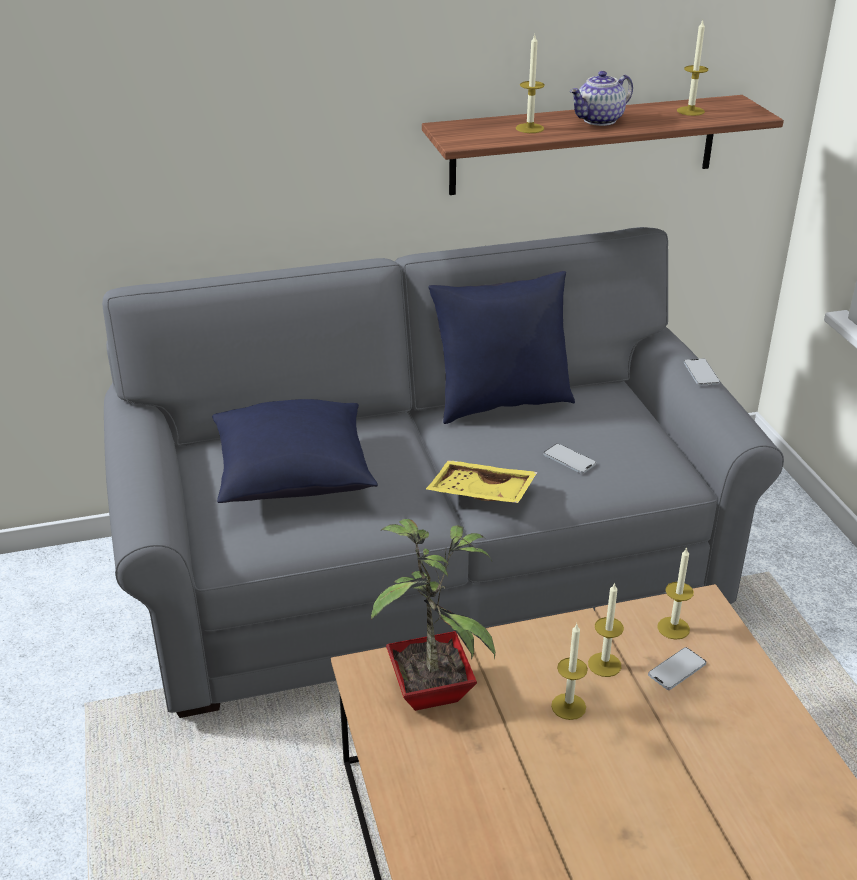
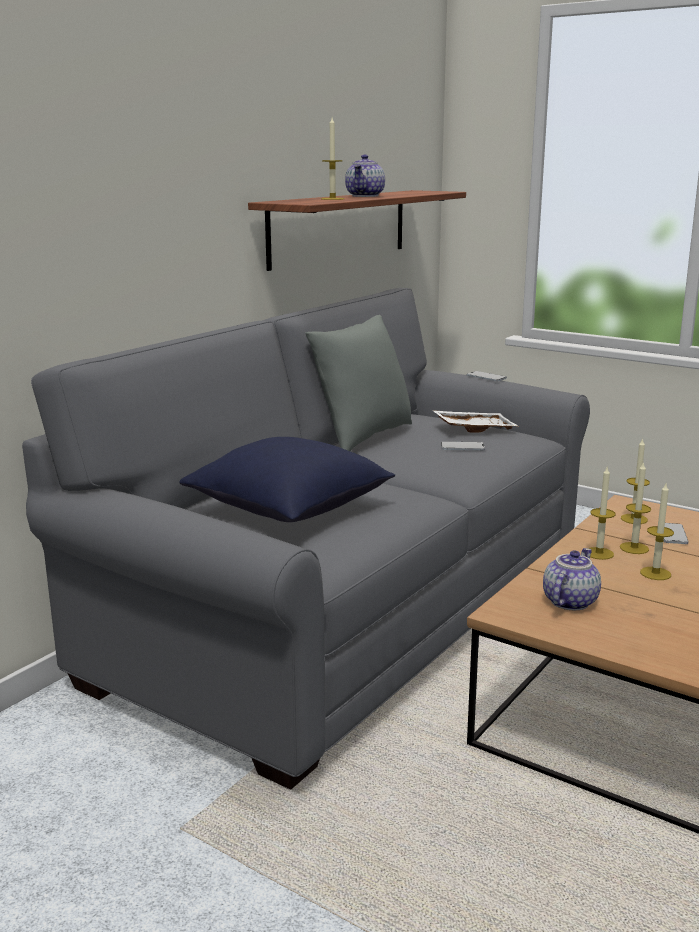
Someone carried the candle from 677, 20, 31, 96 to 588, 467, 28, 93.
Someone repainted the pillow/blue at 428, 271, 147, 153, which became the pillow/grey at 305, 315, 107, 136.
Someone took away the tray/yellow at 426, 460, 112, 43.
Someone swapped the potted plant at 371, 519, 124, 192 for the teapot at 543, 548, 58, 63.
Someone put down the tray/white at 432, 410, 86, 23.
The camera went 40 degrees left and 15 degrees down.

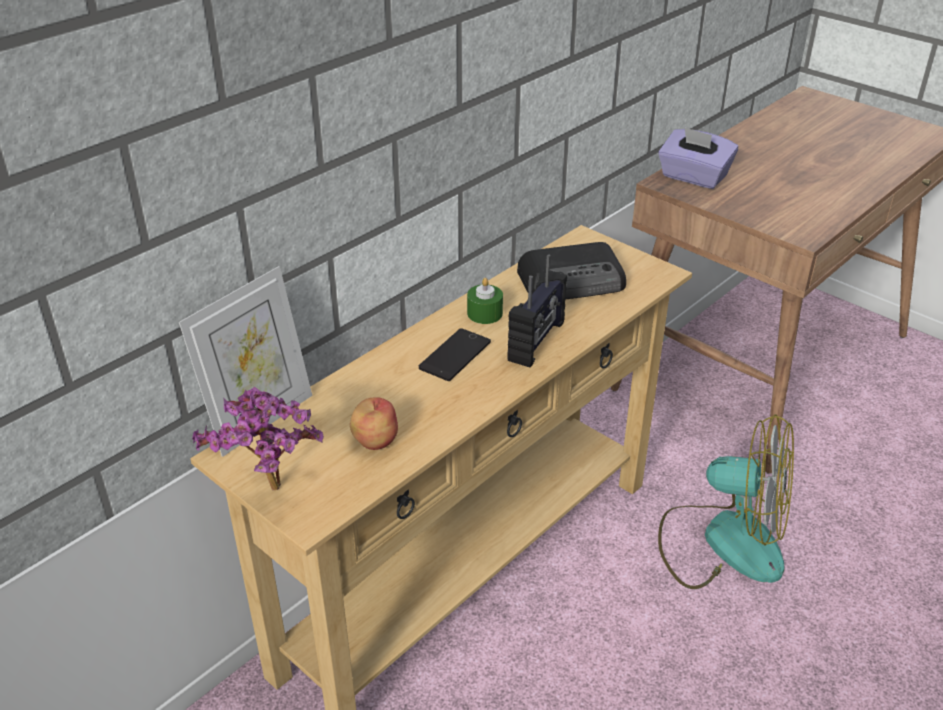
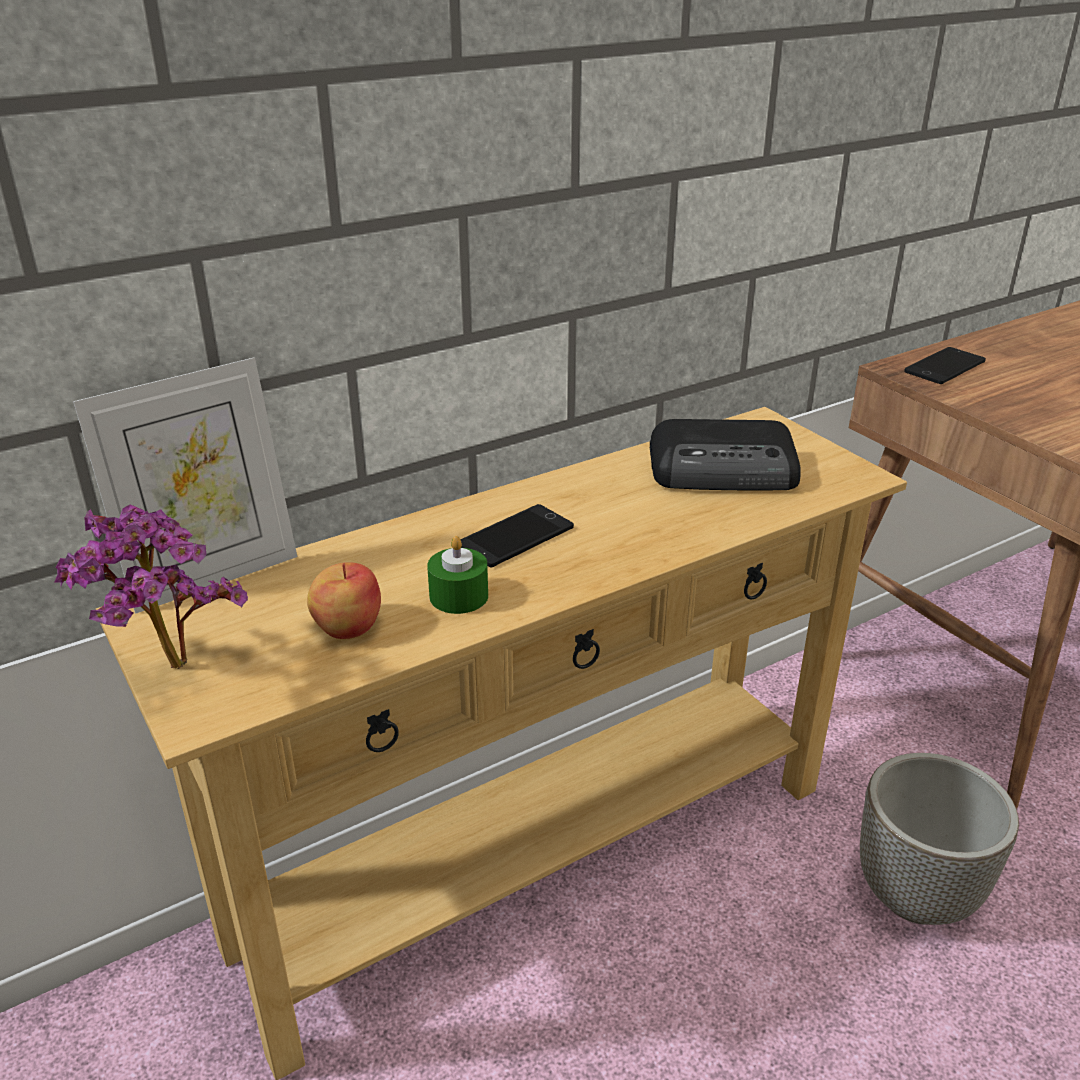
Someone swapped the tissue box/purple at 658, 127, 80, 62 for the phone at 904, 347, 82, 37.
Someone took away the radio at 507, 254, 60, 113.
Someone carried the candle/green from 467, 278, 36, 46 to 427, 536, 61, 78.
Someone swapped the fan at 658, 414, 136, 175 for the planter at 860, 753, 159, 172.
The camera went 15 degrees right and 5 degrees down.

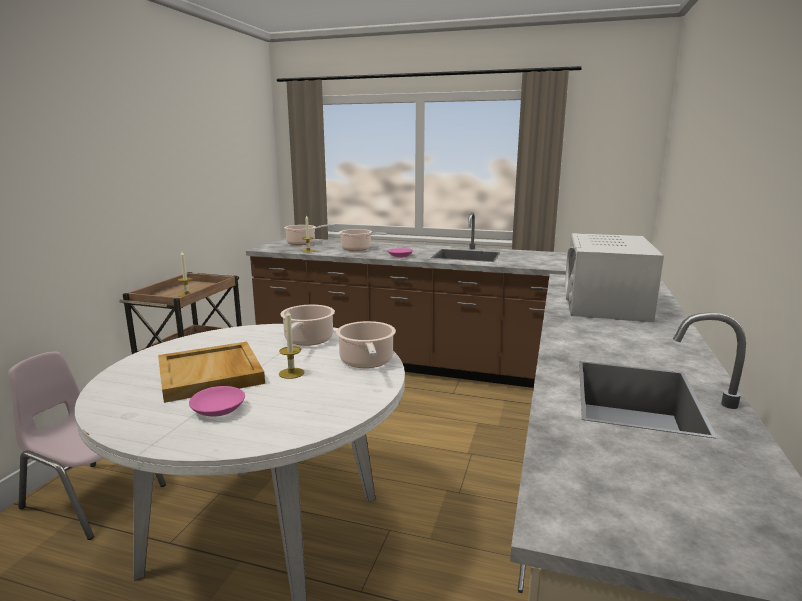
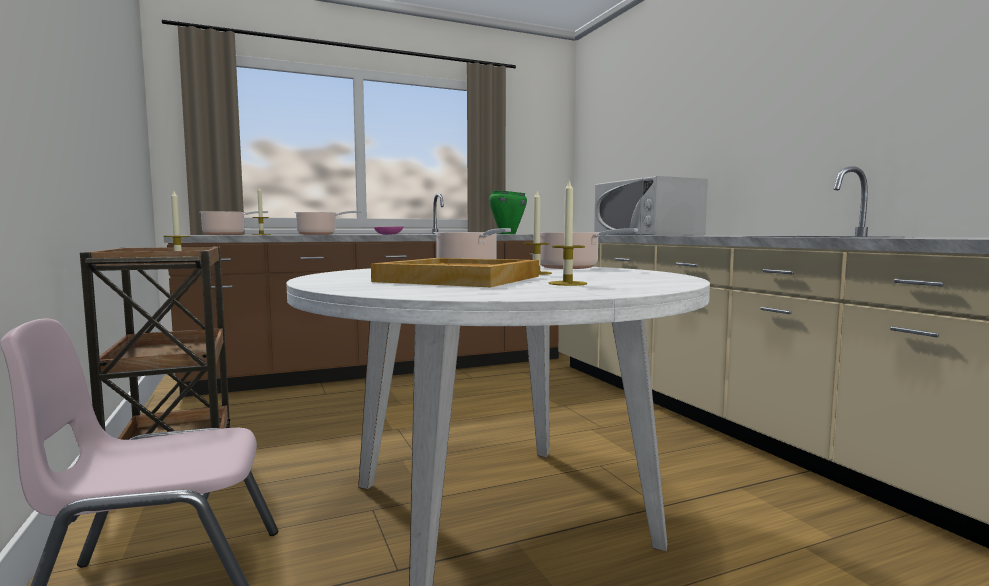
Someone swapped the bowl/pink at 189, 386, 56, 30 for the candle at 549, 179, 38, 107.
Someone put down the cooking pot/green at 489, 191, 38, 43.
The camera went 40 degrees left and 10 degrees down.

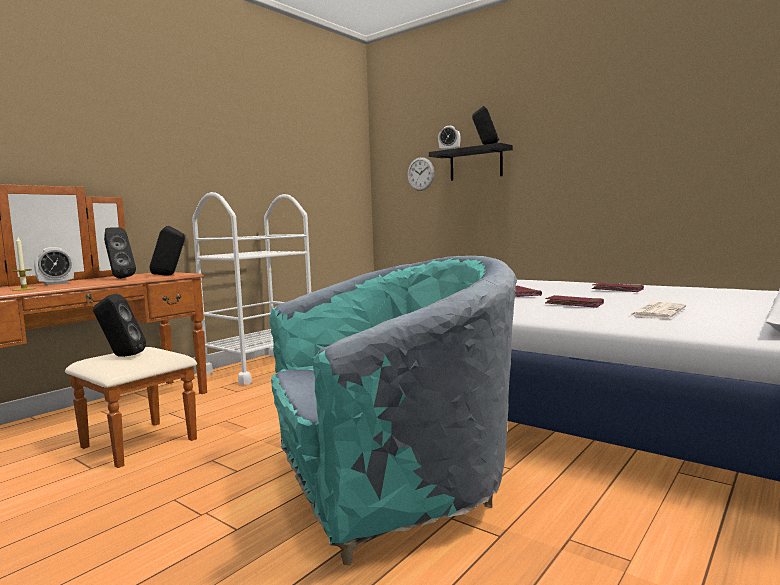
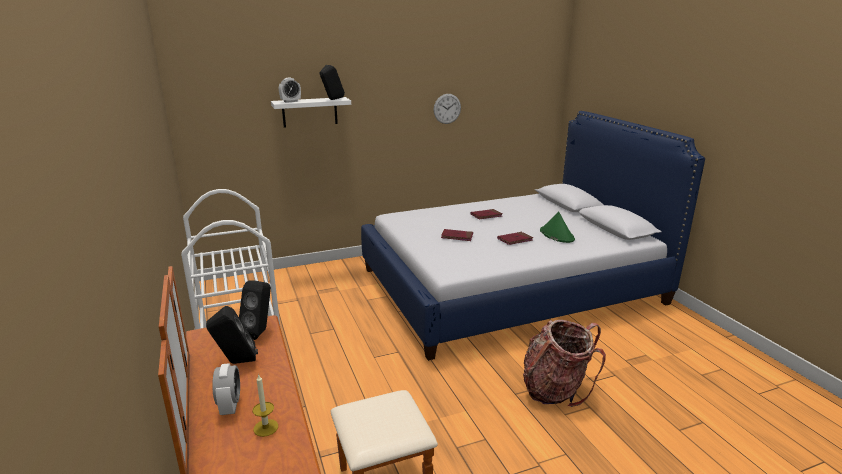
Someone repainted the shelf/black at 429, 143, 84, 38, which became the shelf/white at 271, 97, 80, 31.
Someone carried the wall clock from 407, 157, 27, 34 to 434, 94, 27, 30.
Someone swapped the armchair/turquoise at 269, 256, 248, 310 for the backpack at 523, 320, 83, 87.
Someone took away the speaker/black at 93, 294, 53, 63.
Someone swapped the newspaper at 629, 302, 57, 17 for the hat/green at 540, 211, 35, 32.
The camera went 60 degrees left and 15 degrees up.

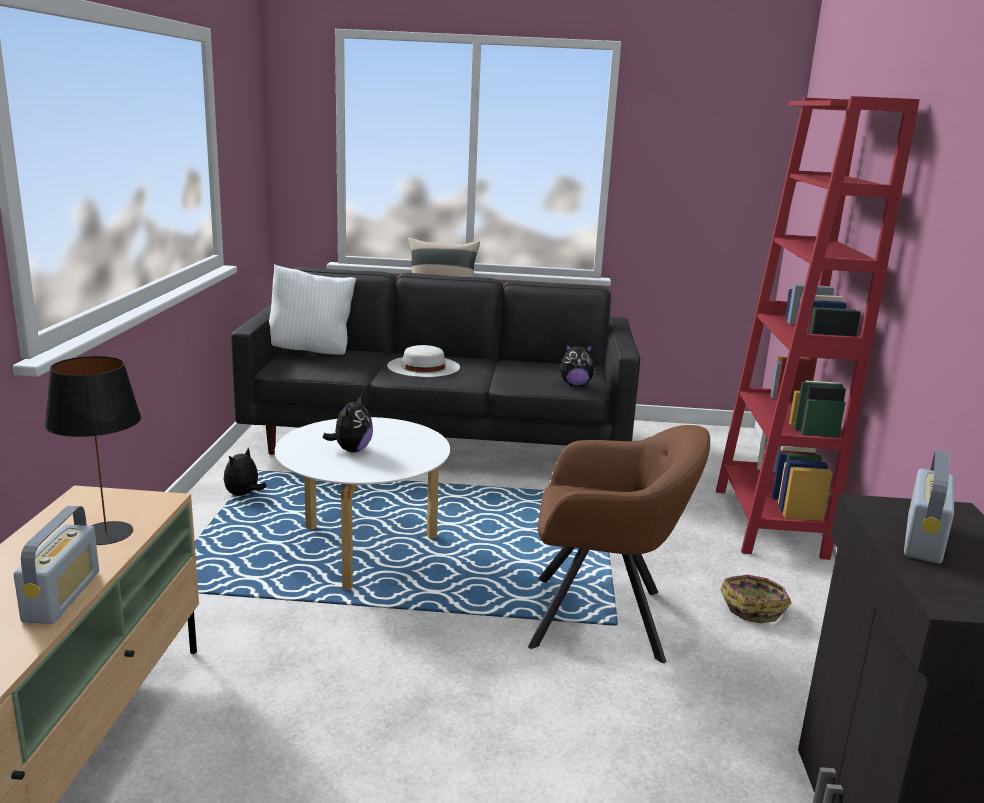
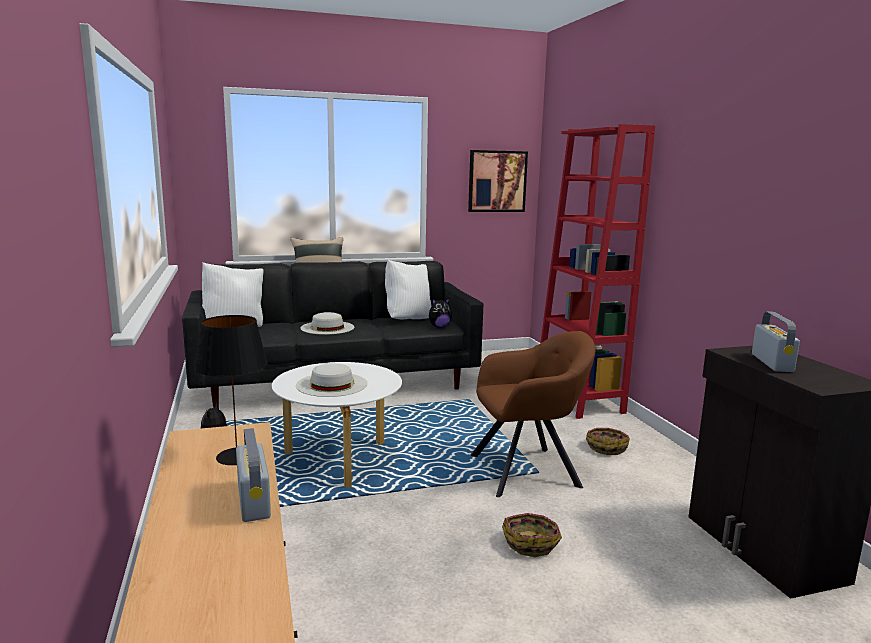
Someone swapped the plush toy at 322, 395, 51, 58 for the hat/white at 296, 363, 72, 34.
Someone put up the picture at 468, 150, 60, 62.
Someone put down the pillow/white at 385, 260, 46, 59.
Someone put down the basket at 502, 513, 60, 44.
The camera went 20 degrees left and 5 degrees down.

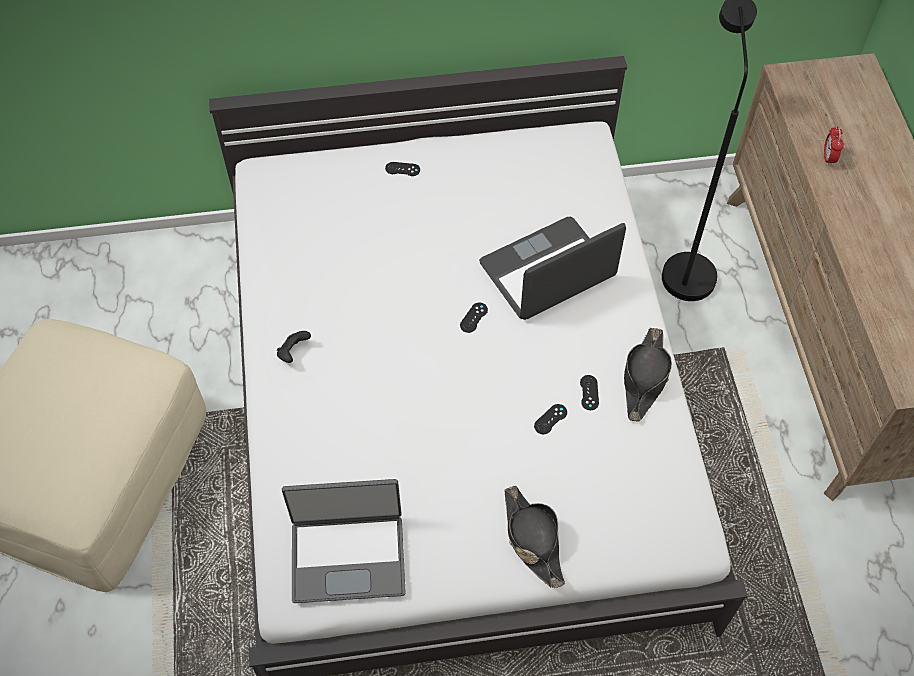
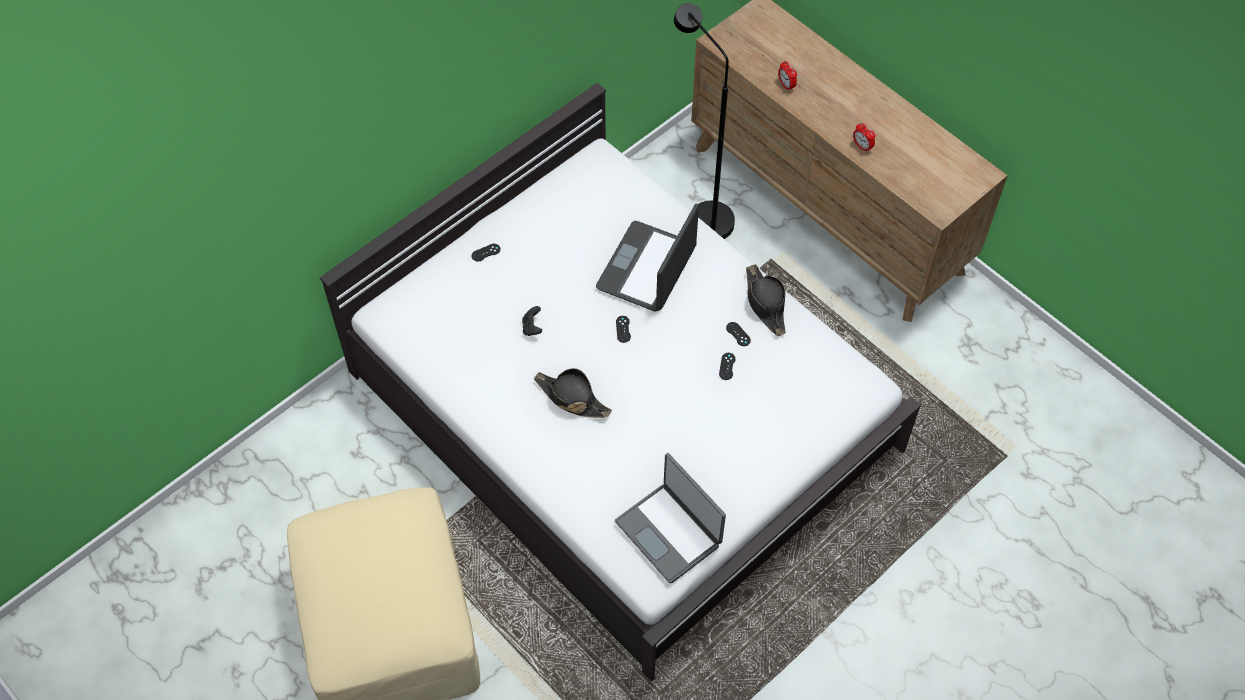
Someone carried the game controller/black from 277, 331, 34, 32 to 522, 306, 20, 30.
Someone rotated the laptop at 282, 479, 124, 124 by 90 degrees clockwise.
Someone carried the hat/black from 504, 486, 61, 102 to 534, 368, 78, 50.
Someone put down the alarm clock at 853, 123, 22, 30.
The camera went 35 degrees left and 0 degrees up.

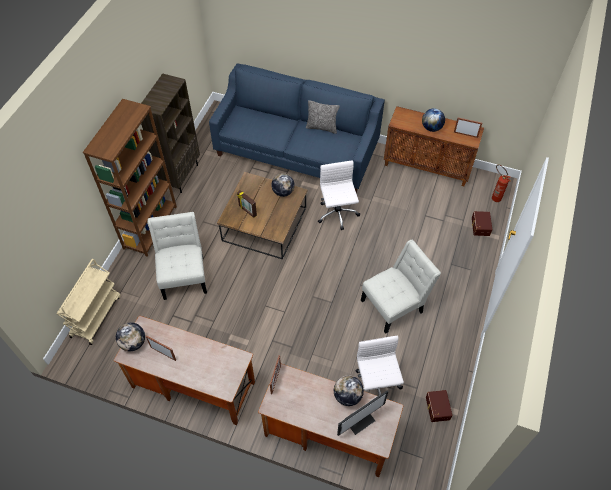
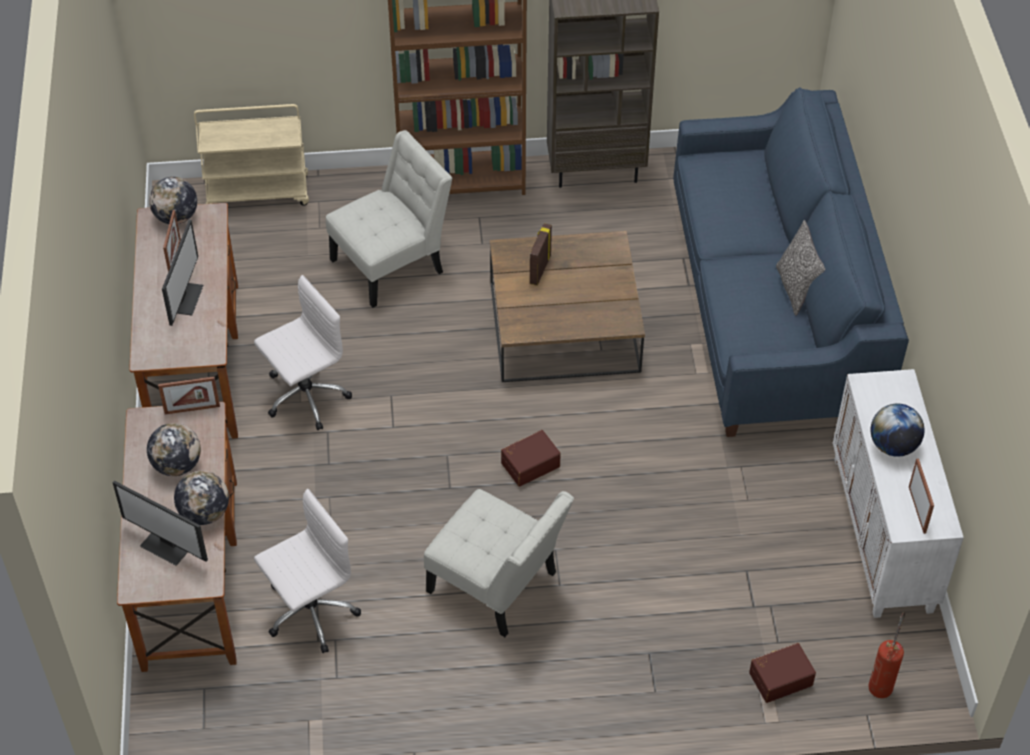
Someone repainted the cabinet/brown at 384, 106, 100, 80, which became the cabinet/white at 833, 369, 131, 249.
Someone carried the office chair/white from 318, 160, 42, 70 to 254, 275, 98, 155.
Someone carried the globe from 271, 173, 24, 24 to 147, 423, 54, 53.
Someone carried the storage box/brown from 426, 390, 27, 32 to 501, 430, 60, 57.
Someone put down the monitor at 162, 220, 41, 106.
The camera went 65 degrees right and 5 degrees down.

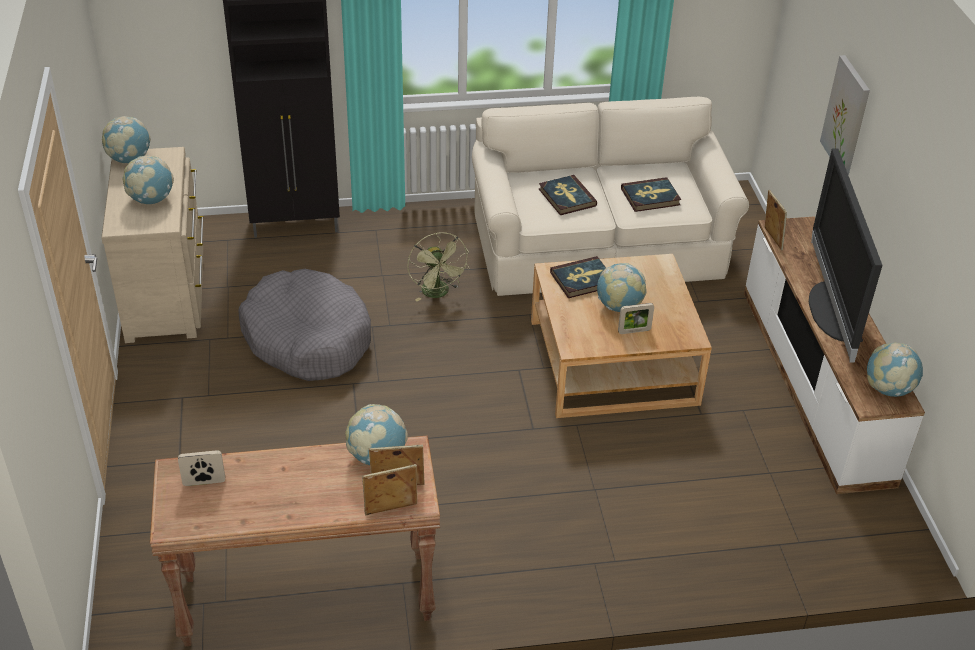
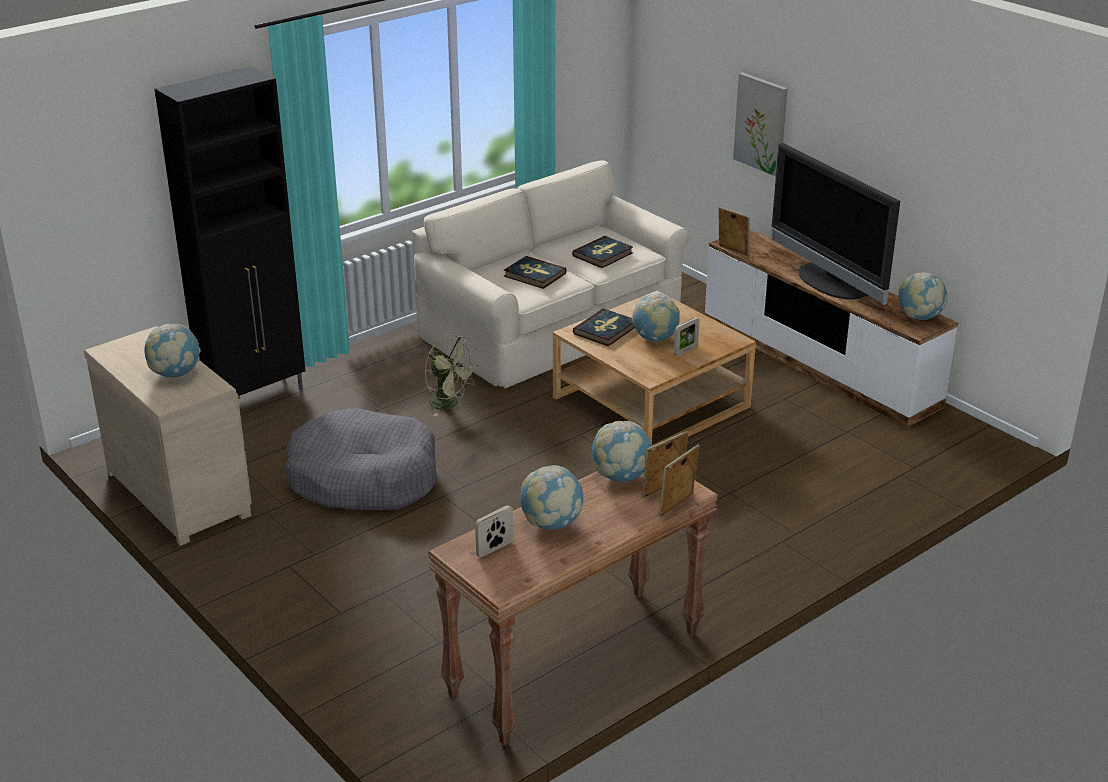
Someone carried the globe from 102, 116, 49, 47 to 520, 465, 64, 65.
The camera went 30 degrees left and 10 degrees down.

